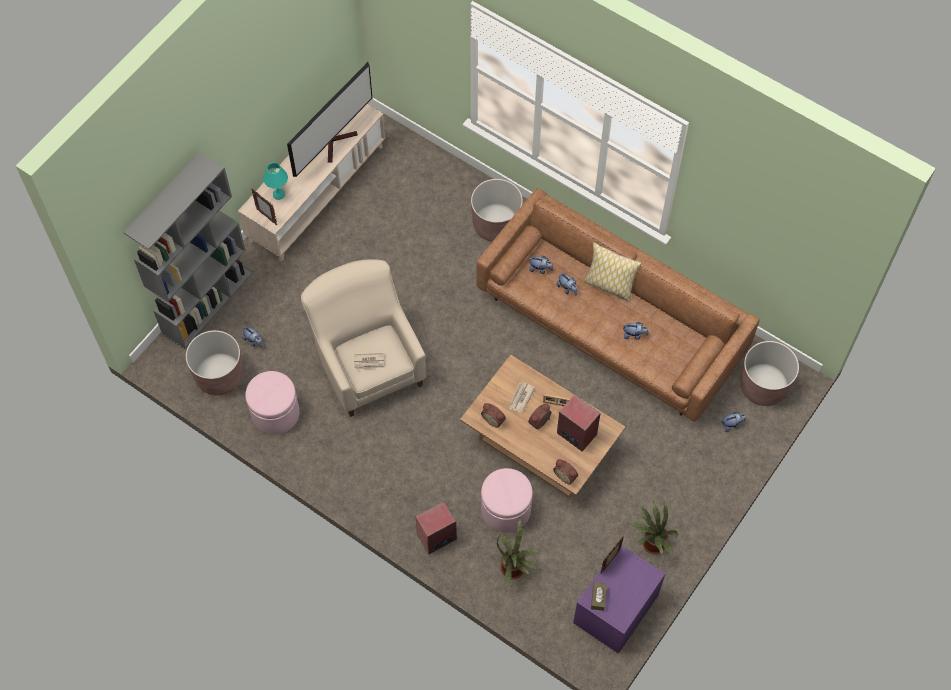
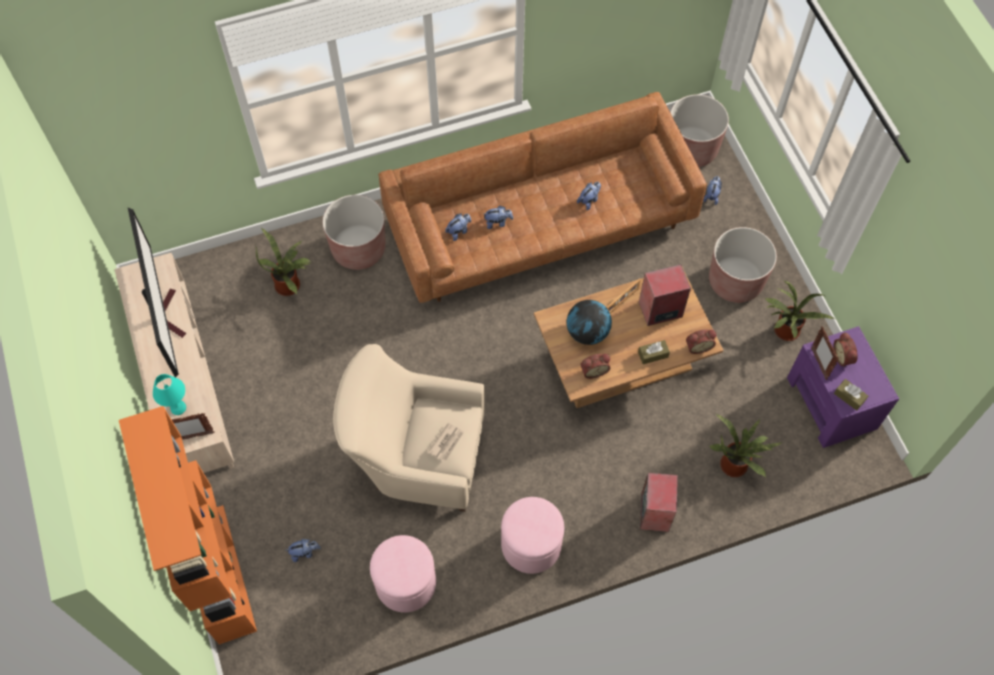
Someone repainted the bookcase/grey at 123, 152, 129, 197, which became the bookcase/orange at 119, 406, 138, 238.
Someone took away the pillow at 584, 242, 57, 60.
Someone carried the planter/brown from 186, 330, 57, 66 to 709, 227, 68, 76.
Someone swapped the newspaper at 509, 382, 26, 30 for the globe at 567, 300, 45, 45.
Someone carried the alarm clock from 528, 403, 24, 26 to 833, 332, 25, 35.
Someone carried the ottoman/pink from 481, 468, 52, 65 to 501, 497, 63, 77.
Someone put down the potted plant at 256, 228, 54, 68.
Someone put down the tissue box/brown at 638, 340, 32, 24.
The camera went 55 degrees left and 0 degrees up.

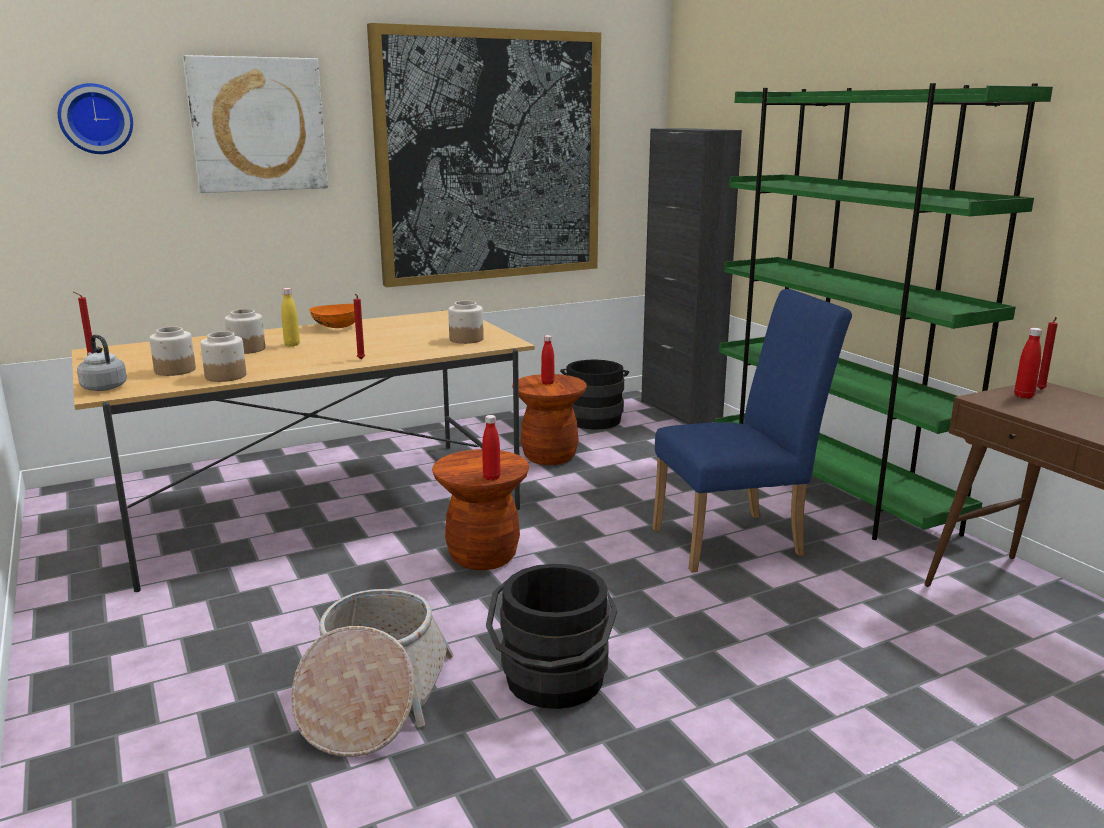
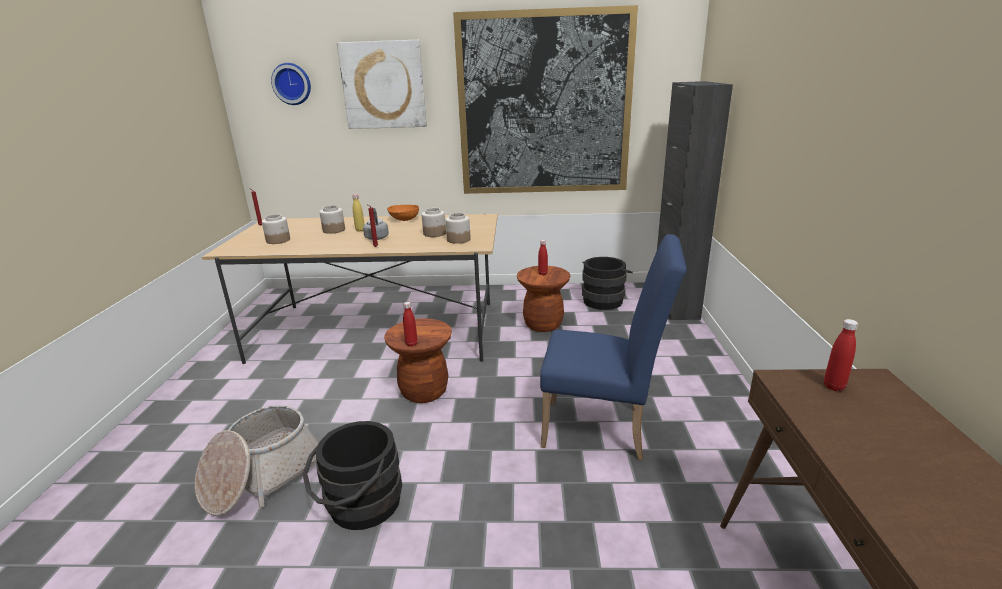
Someone took away the bookcase/green at 715, 83, 338, 457.
Someone took away the candle/red at 1037, 317, 21, 73.
Someone carried the jar from 200, 331, 46, 51 to 422, 208, 24, 29.
Someone carried the kettle/grey from 77, 334, 50, 57 to 363, 208, 26, 32.
The camera went 30 degrees right and 5 degrees up.

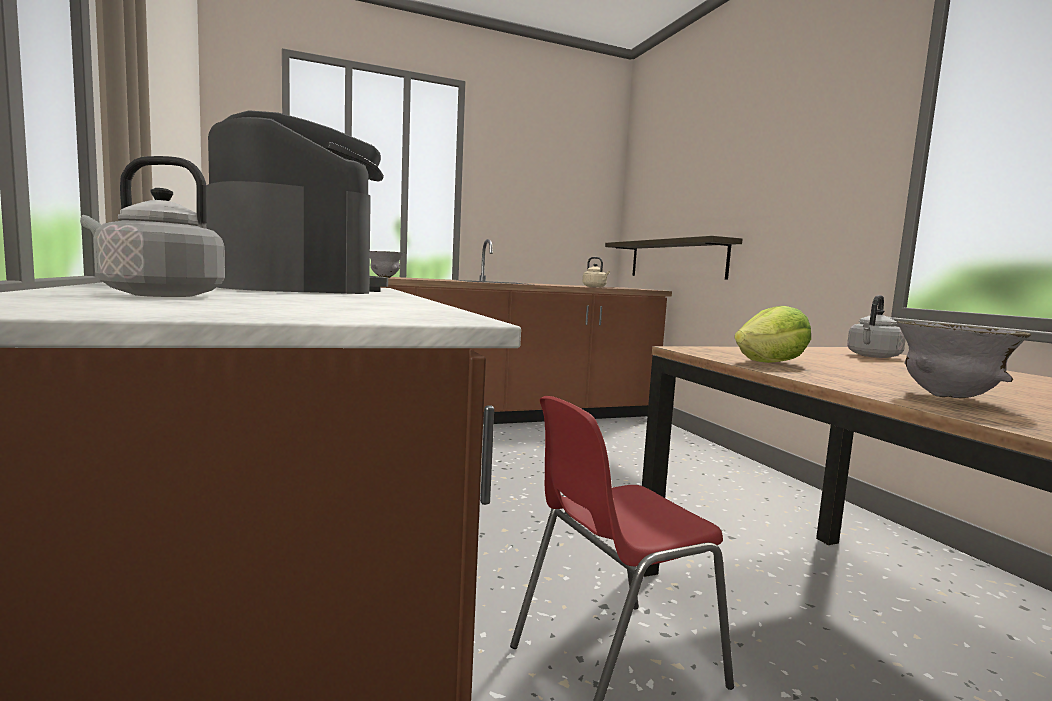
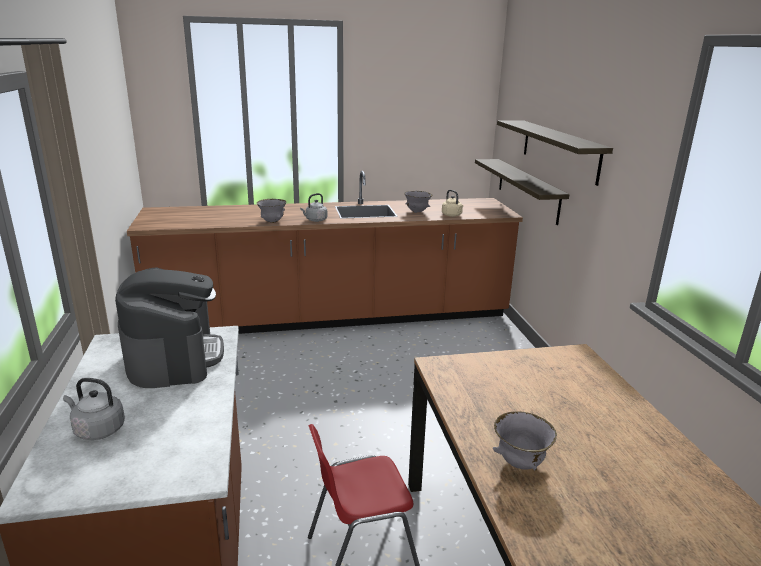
Someone carried the kettle/grey from 847, 295, 59, 63 to 300, 193, 27, 29.
Someone took away the lettuce at 734, 306, 77, 57.
Someone put up the shelf at 497, 120, 116, 66.
Someone put down the bowl/grey at 404, 191, 28, 22.
The camera went 10 degrees right and 15 degrees up.

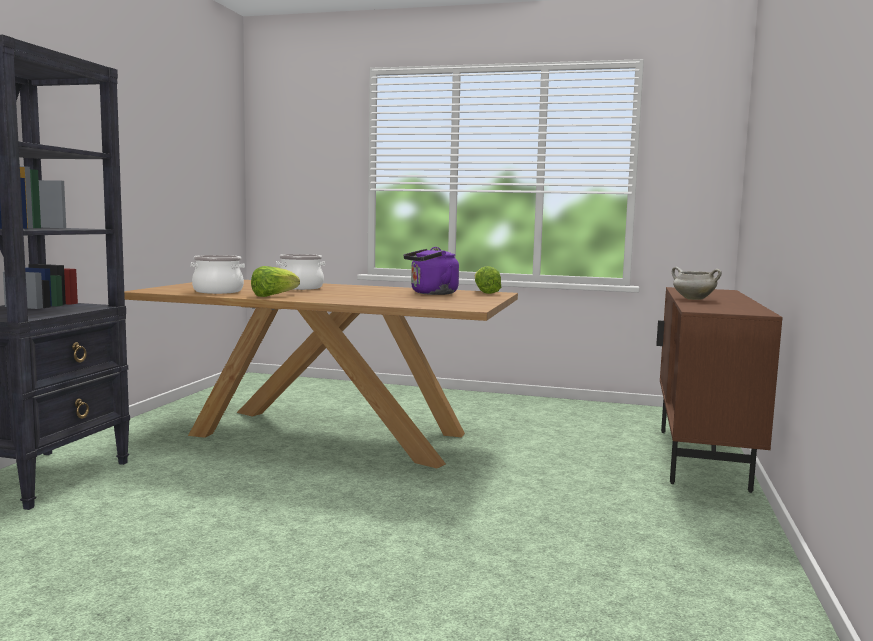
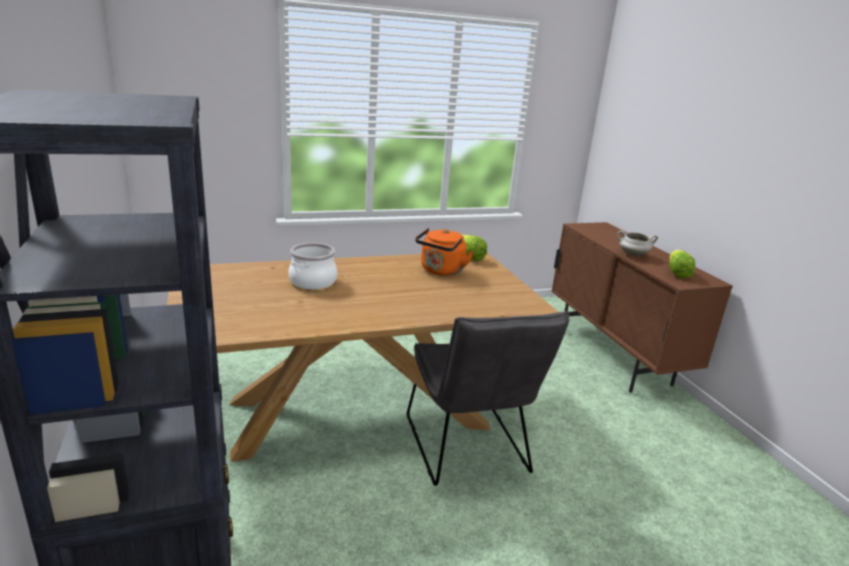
Someone repainted the kettle/purple at 403, 247, 56, 48, which became the kettle/orange at 415, 228, 59, 48.
Someone took away the cooking pot at 191, 255, 54, 39.
Someone carried the lettuce from 251, 266, 49, 31 to 669, 250, 26, 28.
Someone put down the chair/grey at 407, 311, 163, 175.
The camera went 35 degrees left and 15 degrees up.

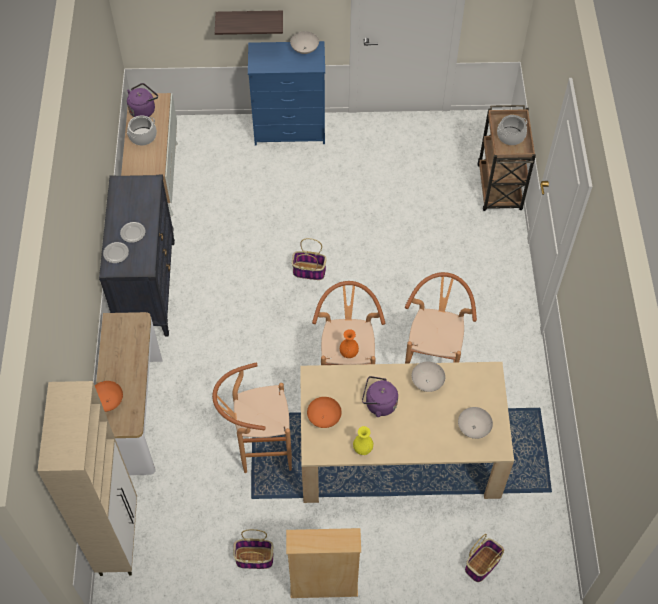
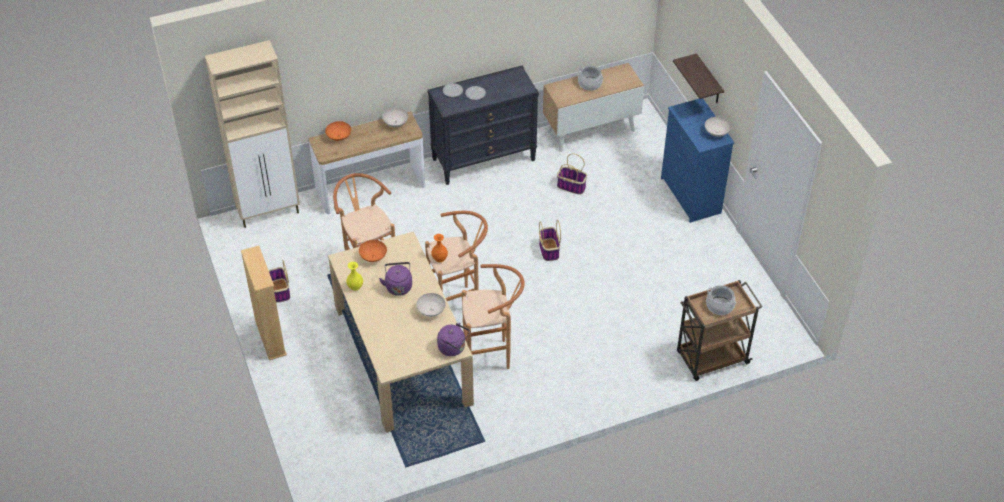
Someone carried the kettle/purple from 127, 83, 31, 34 to 437, 323, 33, 33.
Someone carried the bowl/white from 458, 407, 35, 32 to 383, 108, 25, 19.
Someone carried the basket from 465, 534, 39, 48 to 557, 154, 30, 41.
The camera went 70 degrees right and 10 degrees down.

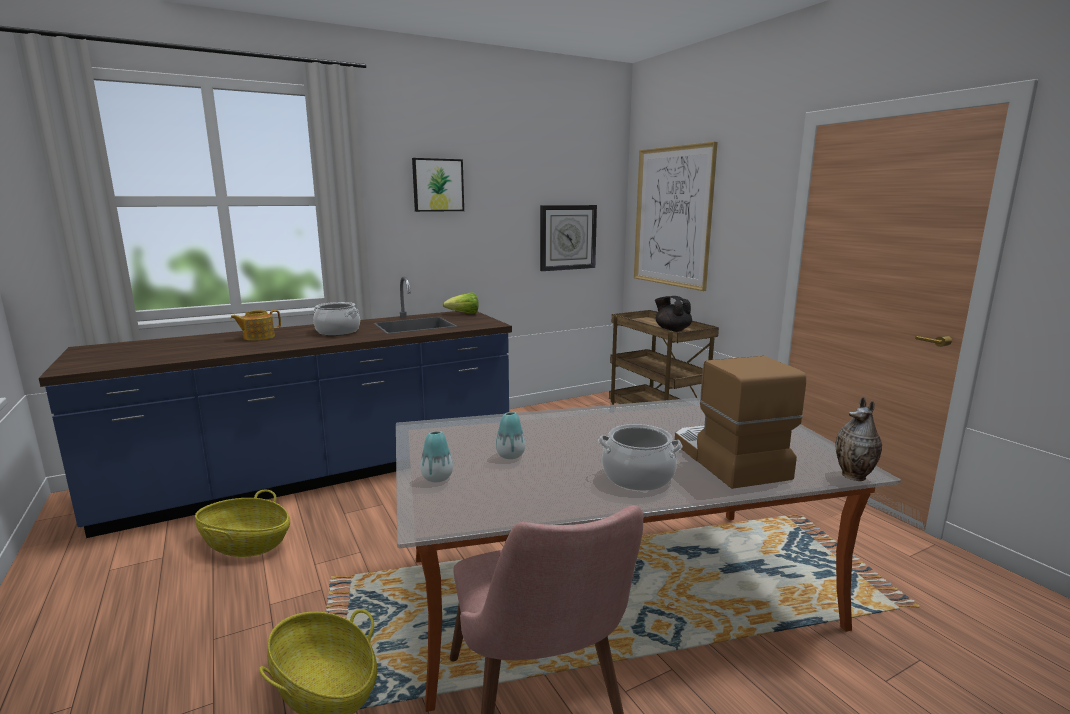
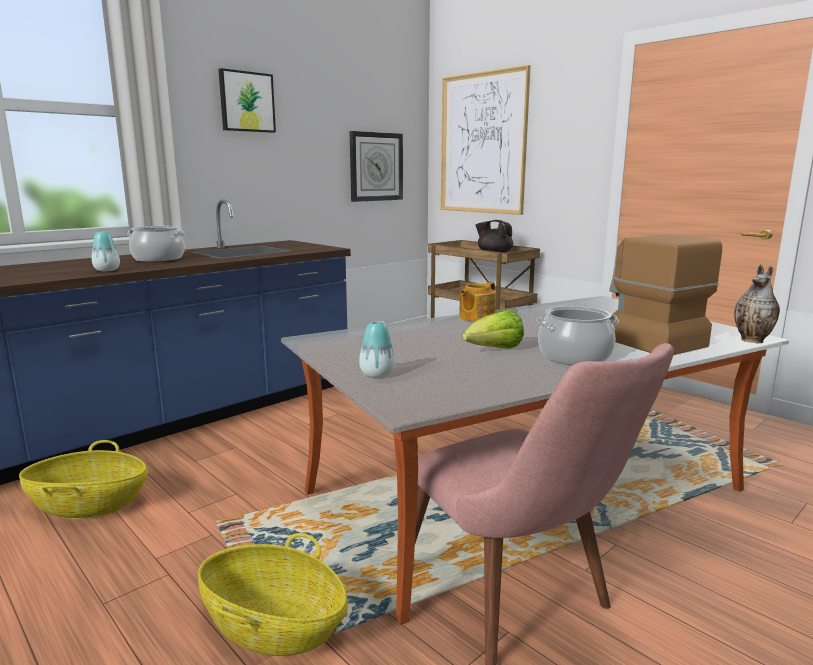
Someone carried the lettuce from 443, 292, 36, 22 to 462, 309, 62, 40.
Someone carried the teapot from 230, 310, 51, 31 to 459, 282, 37, 40.
Someone carried the vase from 496, 412, 29, 47 to 92, 231, 28, 40.
The camera went 15 degrees left and 0 degrees up.

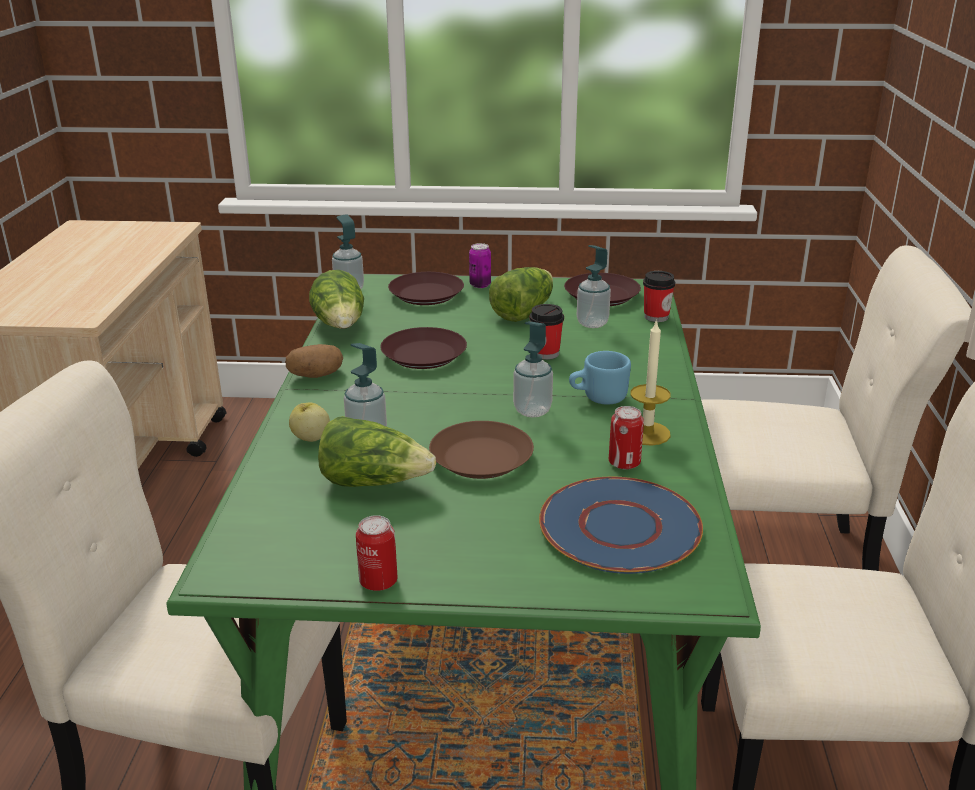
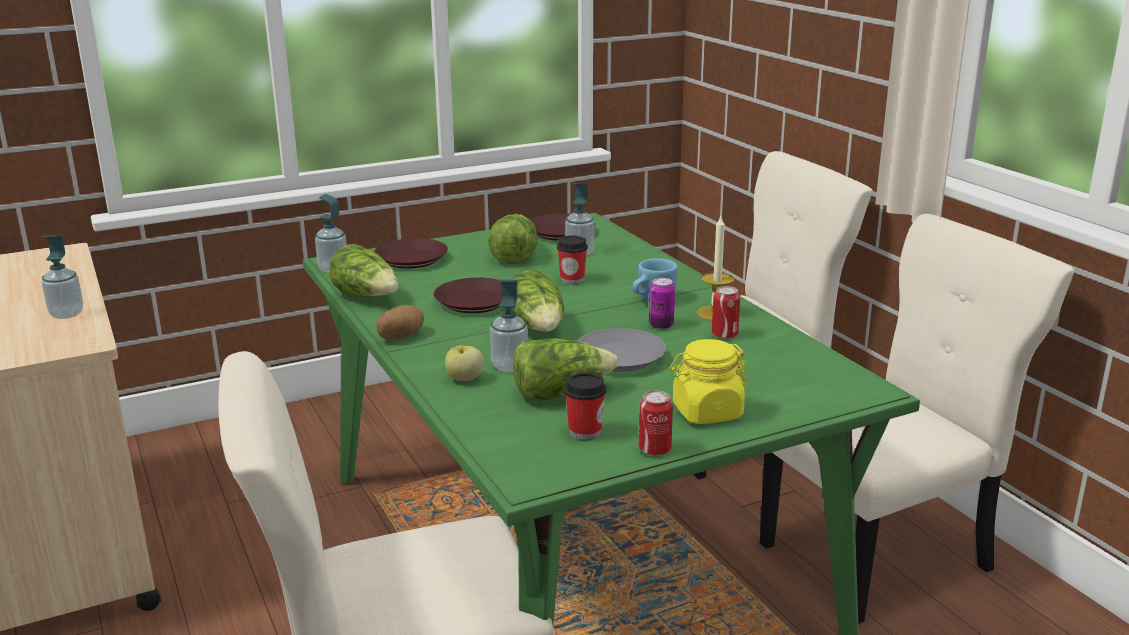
Someone carried the can from 469, 243, 22, 45 to 649, 278, 26, 51.
Someone carried the cup from 643, 271, 32, 51 to 564, 372, 42, 68.
Someone carried the soap dispenser from 513, 321, 40, 96 to 42, 235, 41, 84.
Someone repainted the plate/brown at 429, 421, 105, 58, which became the plate/grey at 578, 328, 88, 44.
Someone took away the plate/blue at 539, 477, 164, 97.
Someone put down the lettuce at 511, 270, 53, 62.
Someone put down the jar/yellow at 670, 339, 77, 85.
The camera went 30 degrees left and 5 degrees down.

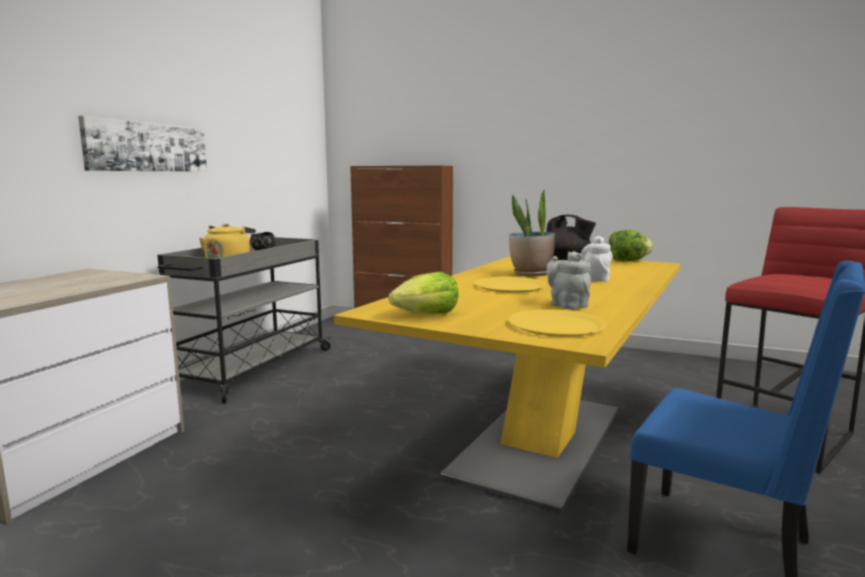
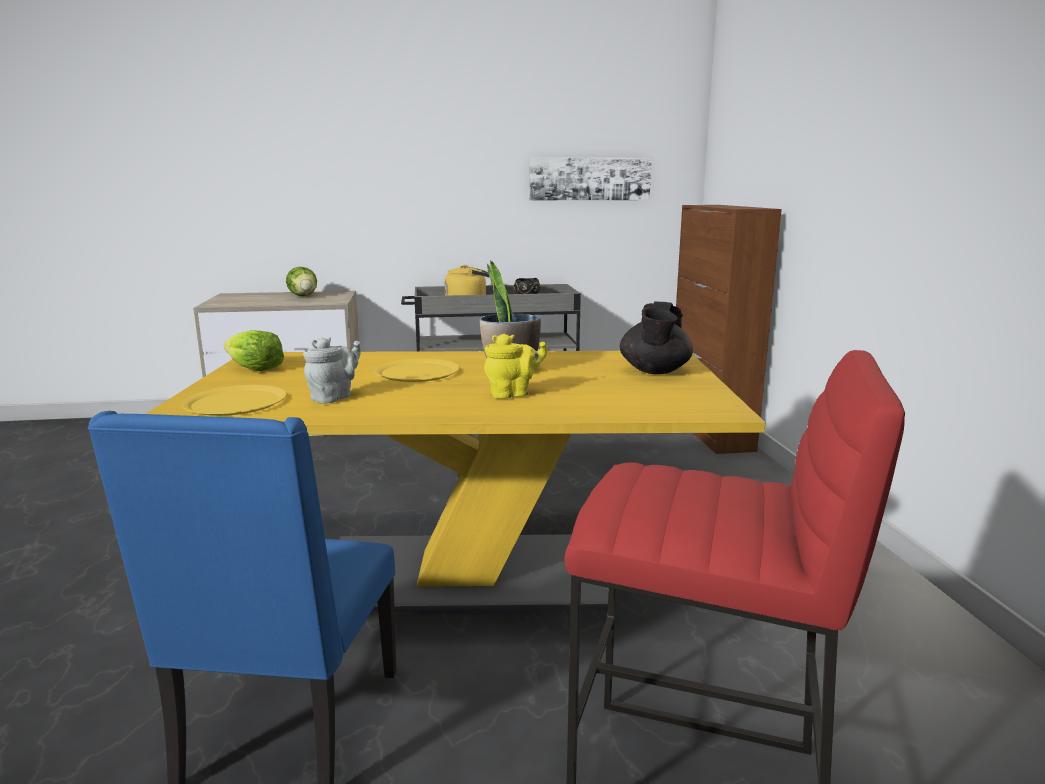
Someone carried the picture from 78, 116, 129, 56 to 529, 157, 123, 43.
Someone carried the lettuce from 608, 230, 45, 31 to 286, 267, 31, 29.
Someone repainted the teapot/white at 581, 236, 32, 46, which became the teapot/yellow at 484, 334, 63, 65.
The camera went 60 degrees right and 5 degrees up.

